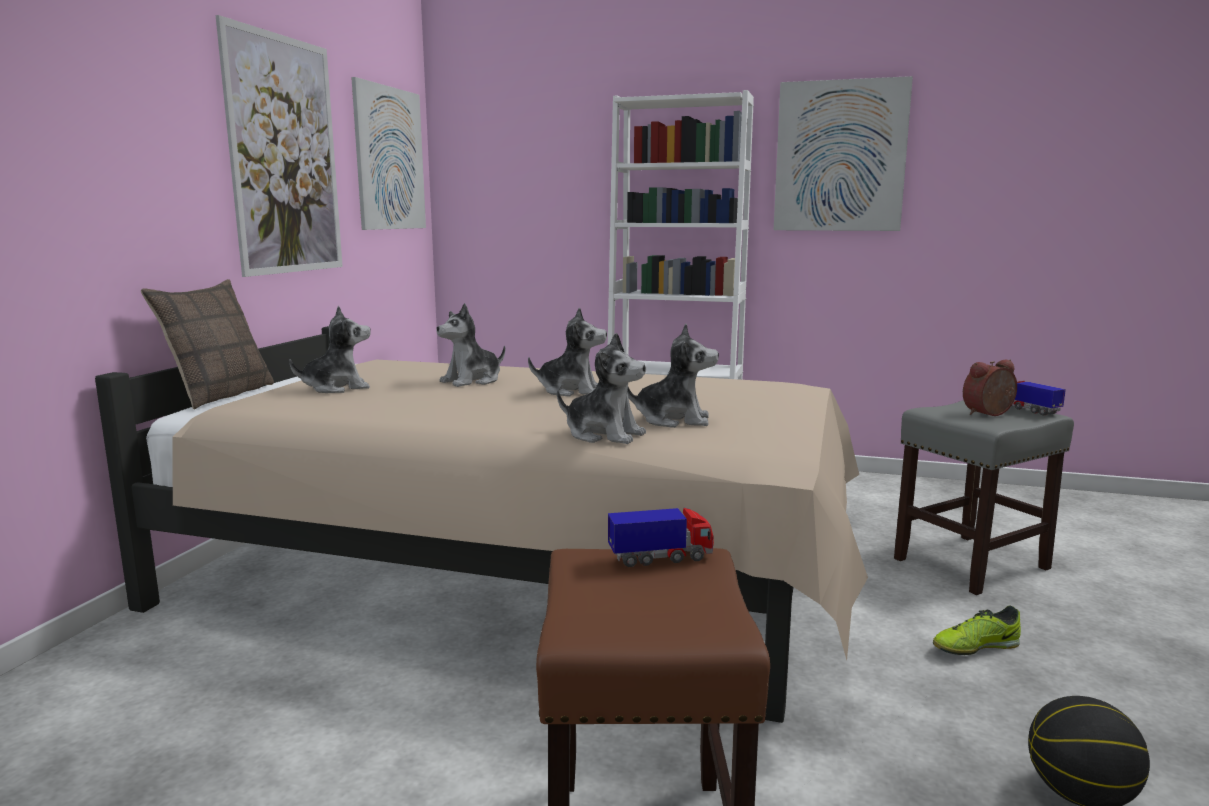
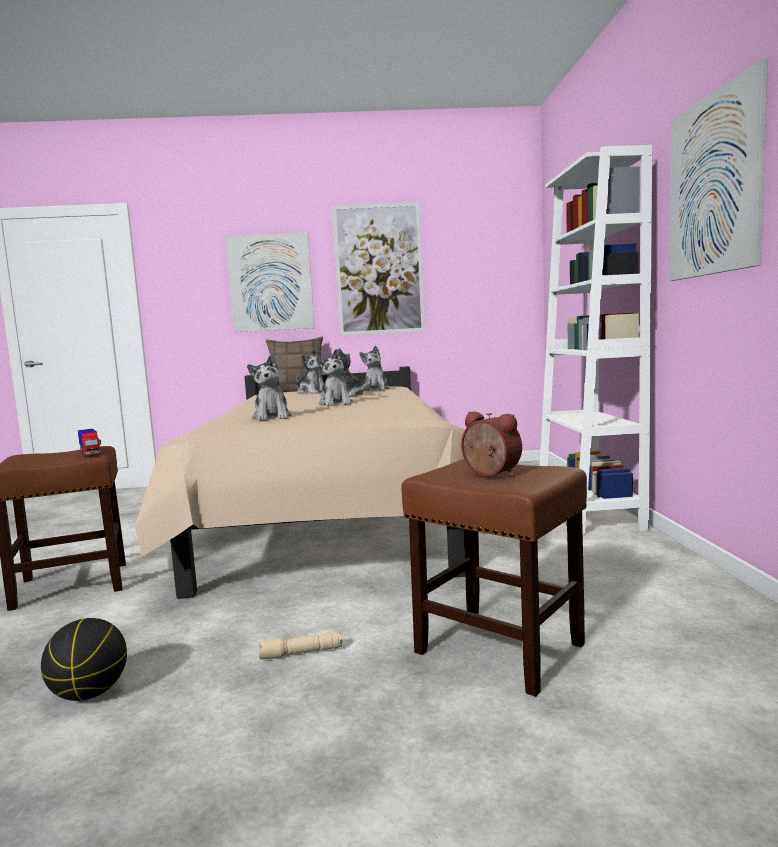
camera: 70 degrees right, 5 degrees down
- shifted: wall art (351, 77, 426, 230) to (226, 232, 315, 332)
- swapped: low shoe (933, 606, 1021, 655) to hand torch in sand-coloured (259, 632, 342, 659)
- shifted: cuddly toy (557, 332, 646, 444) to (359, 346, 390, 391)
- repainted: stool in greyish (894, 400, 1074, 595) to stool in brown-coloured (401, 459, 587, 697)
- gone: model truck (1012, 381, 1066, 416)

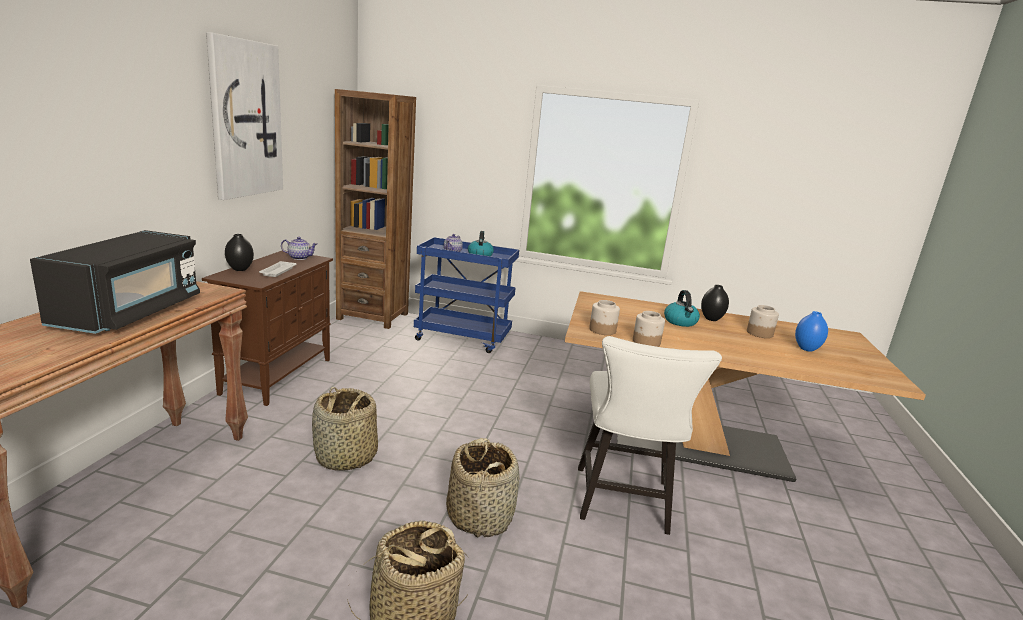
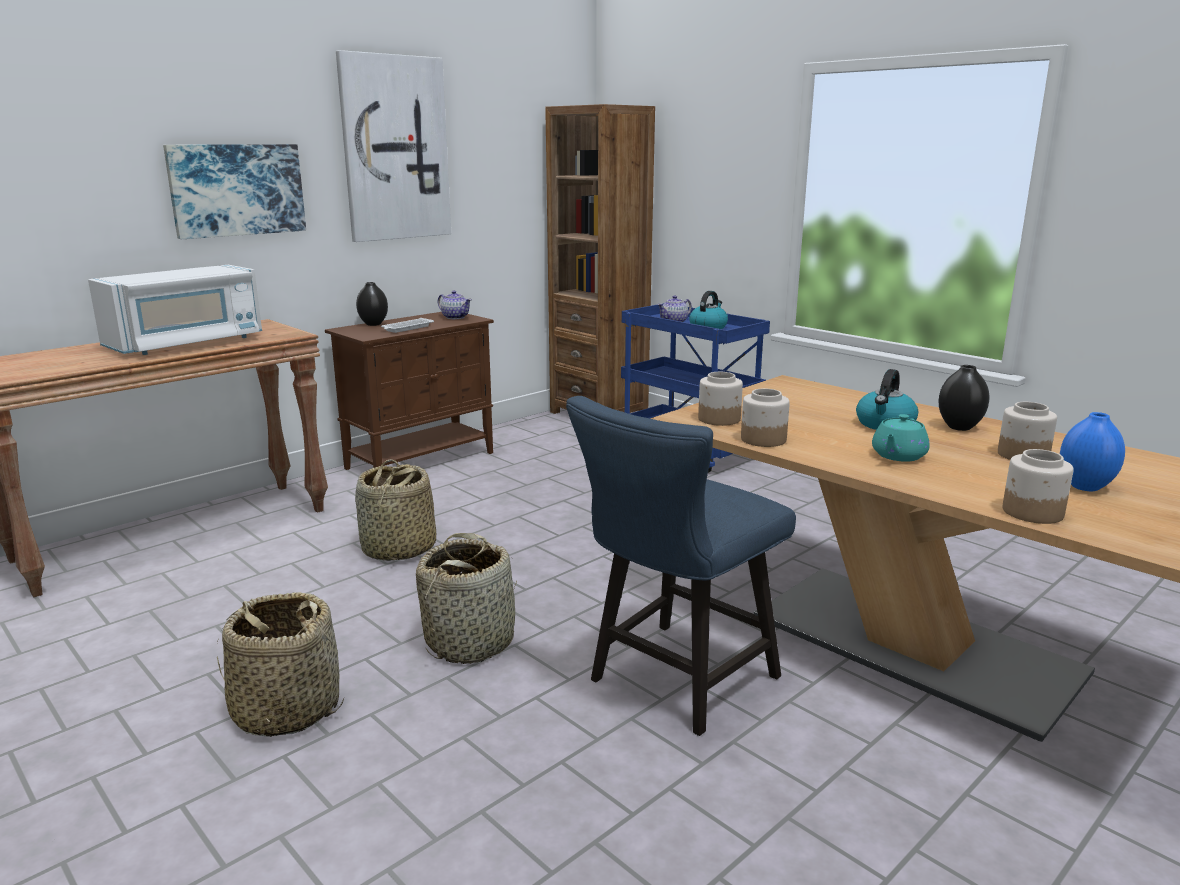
camera: 35 degrees right, 0 degrees up
- repainted: microwave in black (30, 230, 200, 334) to microwave in white-coloured (88, 265, 262, 355)
- new: wall art (163, 144, 306, 239)
- repainted: chair in white-coloured (578, 336, 722, 535) to chair in bluish (566, 396, 796, 736)
- new: teapot in turquoise-coloured (872, 414, 930, 462)
- new: jar (1003, 449, 1074, 524)

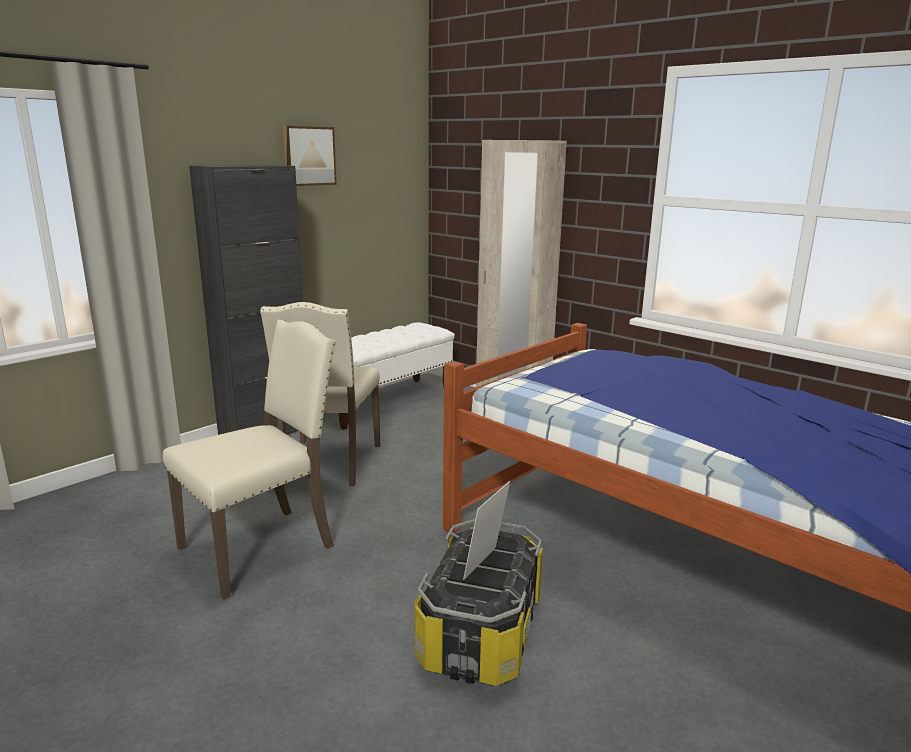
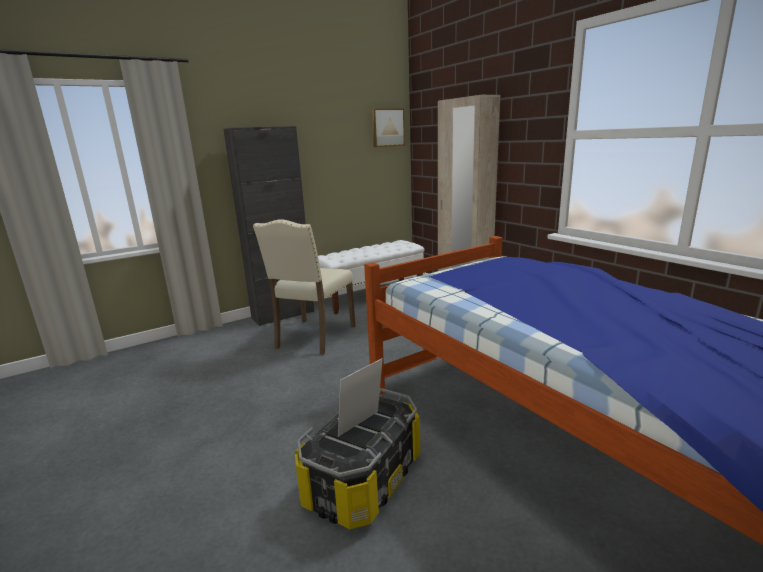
camera: 15 degrees right, 0 degrees up
- shifted: wall art (283, 126, 337, 186) to (372, 108, 405, 147)
- gone: chair in sand-coloured (163, 320, 336, 600)

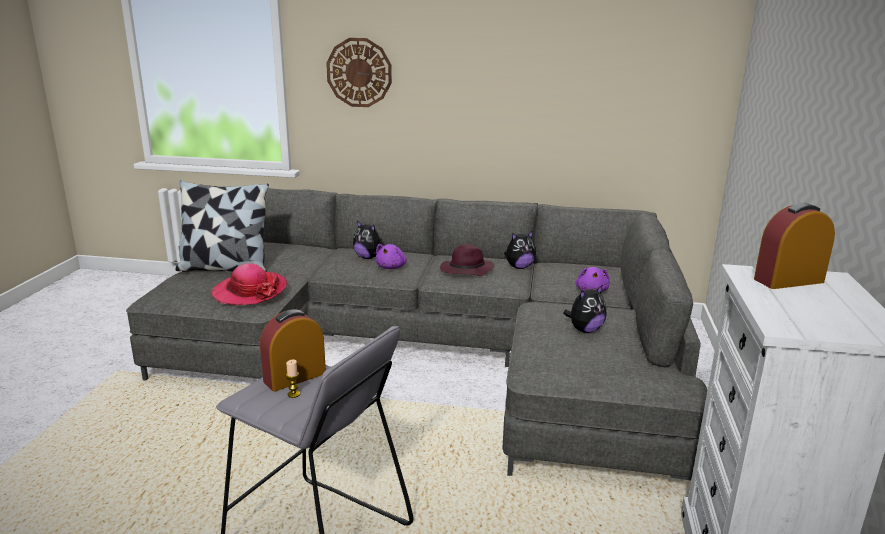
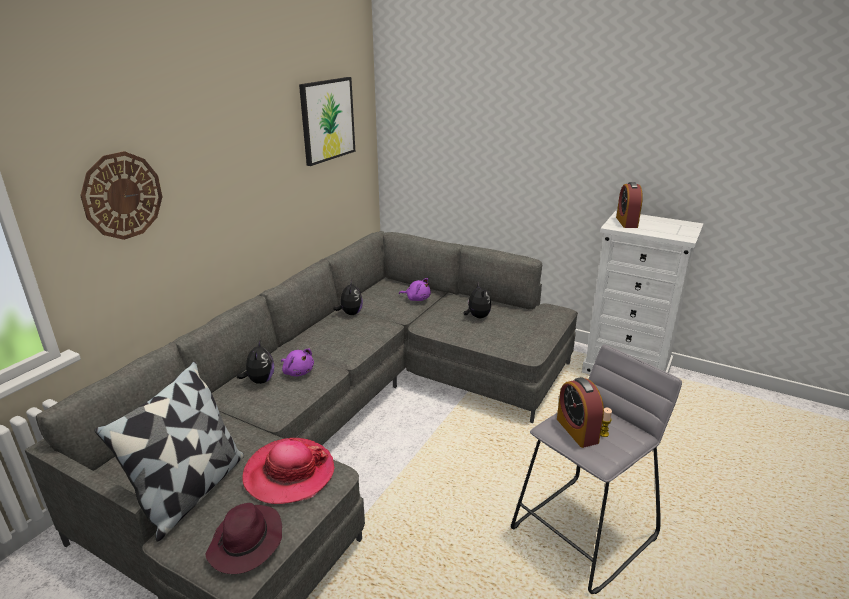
camera: 70 degrees left, 5 degrees up
- shifted: hat in purple-coloured (440, 244, 495, 276) to (206, 503, 282, 574)
- rotated: cuddly toy (353, 220, 381, 259) = (237, 340, 274, 384) 60 degrees counterclockwise
- new: wall art (299, 77, 355, 166)

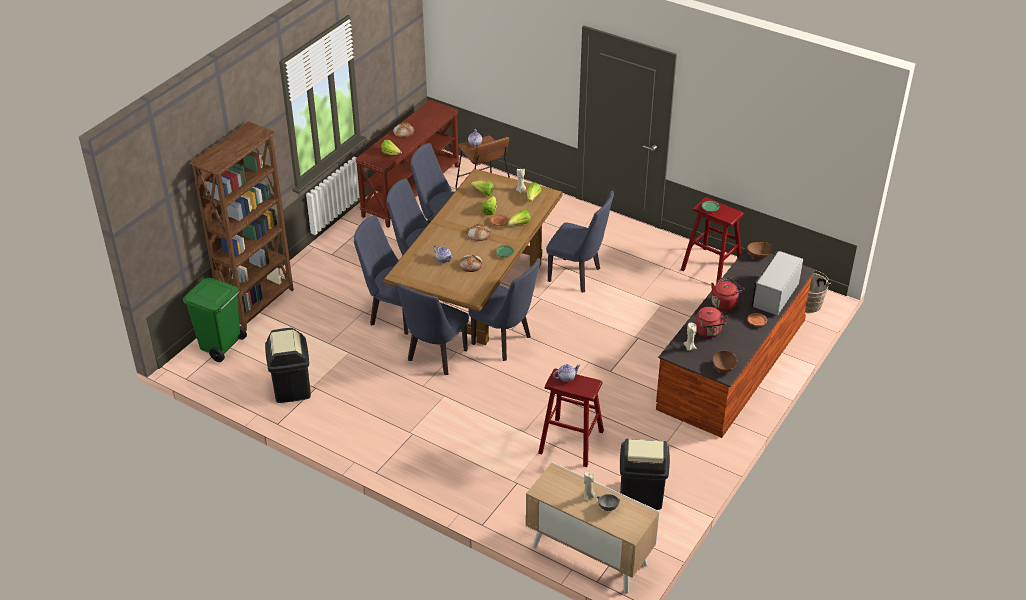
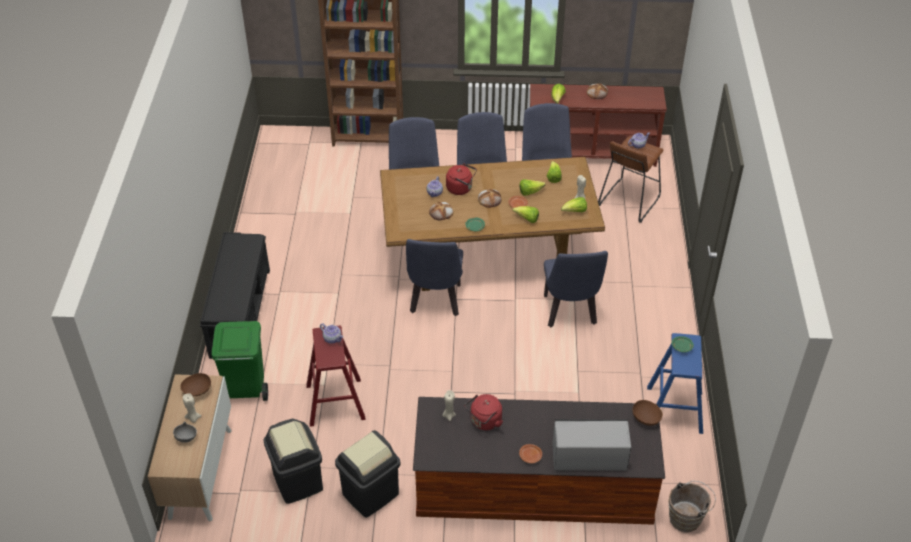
camera: 60 degrees right, 5 degrees up
- shifted: serving bowl in brown-coloured (713, 351, 737, 373) to (180, 373, 211, 396)
- new: long seat in black (200, 232, 270, 359)
- shifted: waste bin in green (183, 278, 247, 362) to (211, 321, 268, 401)
- shifted: waste bin in black (265, 328, 311, 403) to (335, 430, 400, 517)
- shifted: tea kettle in reddish (711, 277, 745, 311) to (446, 163, 477, 195)
- repainted: stool in reddish (681, 197, 744, 284) to stool in bluish (647, 333, 703, 434)
- gone: chair in bluish (397, 283, 469, 375)

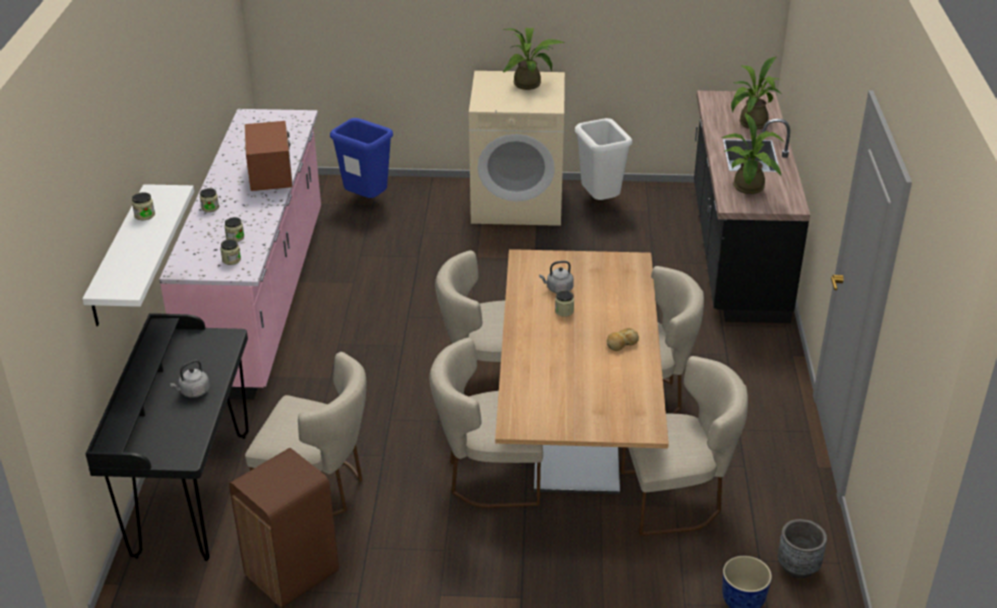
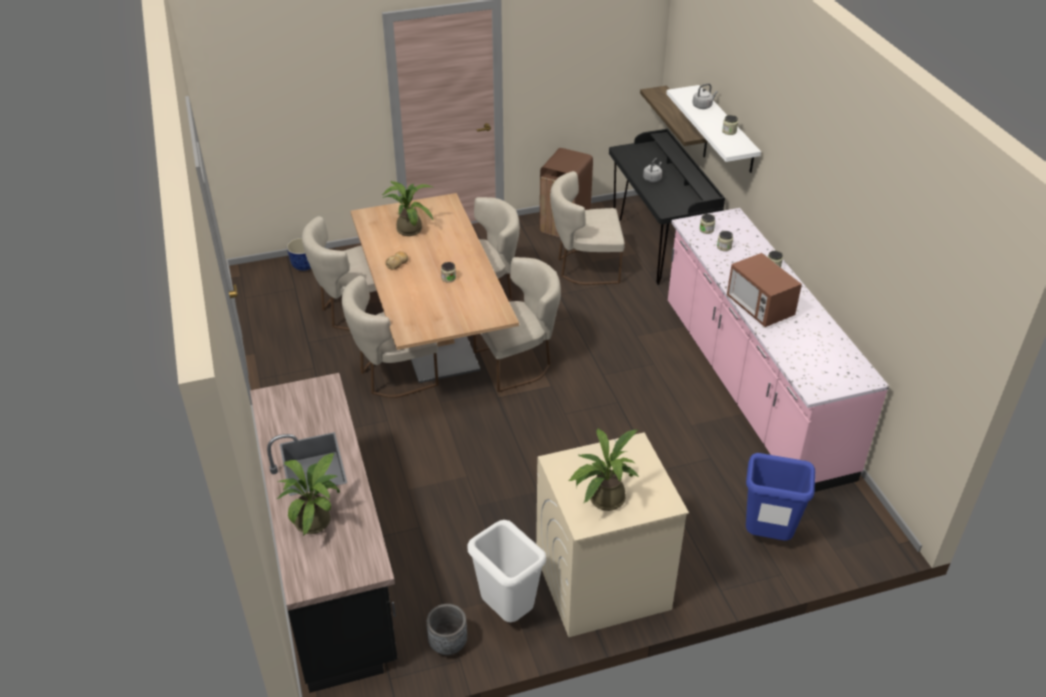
camera: 160 degrees right, 5 degrees up
- shifted: houseplant (721, 113, 785, 194) to (382, 181, 433, 236)
- shifted: flower pot in greyish (778, 519, 827, 578) to (427, 604, 467, 656)
- new: bracket shelf (640, 86, 708, 158)
- shifted: tea kettle in greyish (539, 261, 574, 293) to (692, 83, 718, 109)

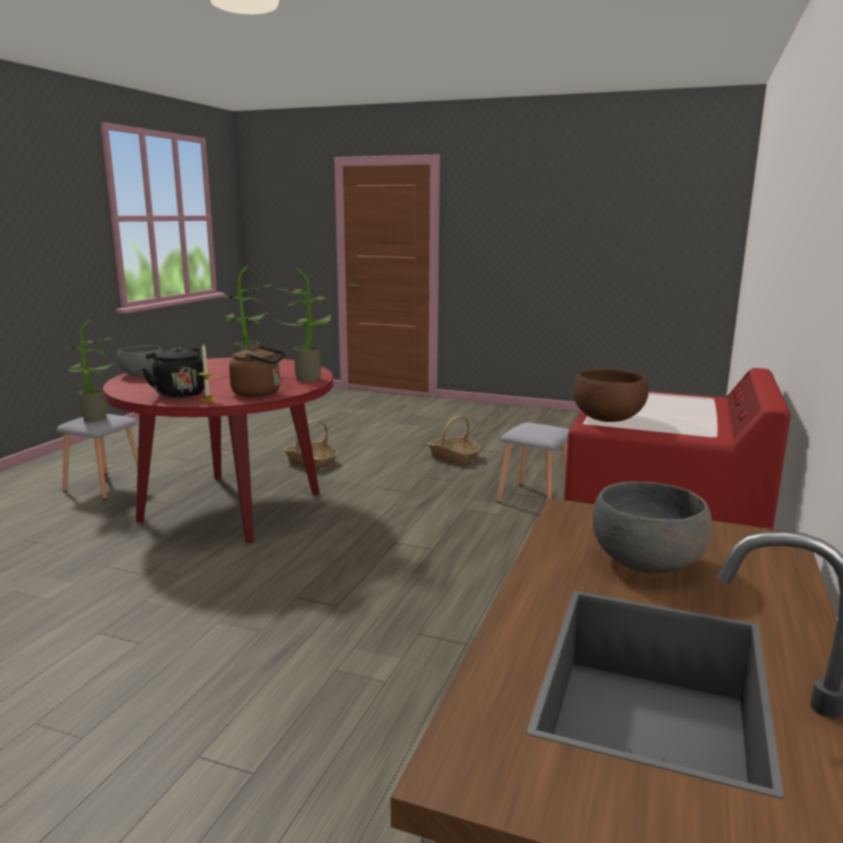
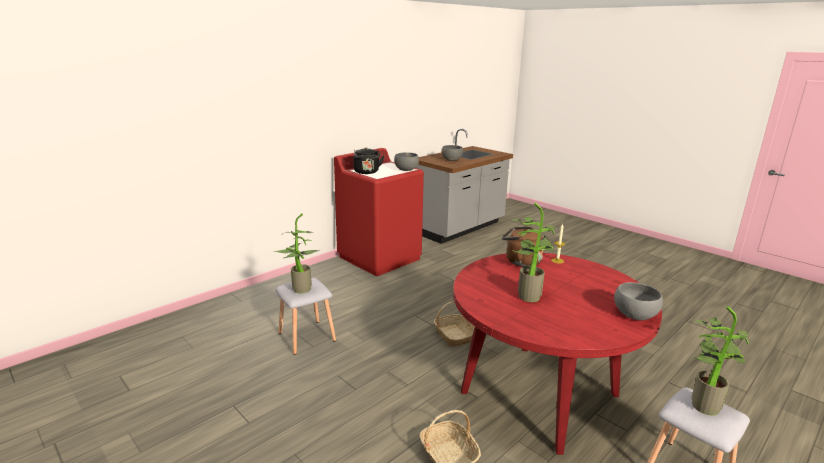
camera: 155 degrees left, 5 degrees up
- shifted: houseplant (276, 269, 331, 382) to (274, 214, 320, 293)
- shifted: tea kettle in black (142, 347, 205, 398) to (353, 148, 384, 174)
- repainted: serving bowl in brown-coloured (573, 369, 649, 422) to serving bowl in greyish (394, 152, 419, 171)
- shifted: household basket (428, 416, 481, 464) to (434, 301, 475, 347)

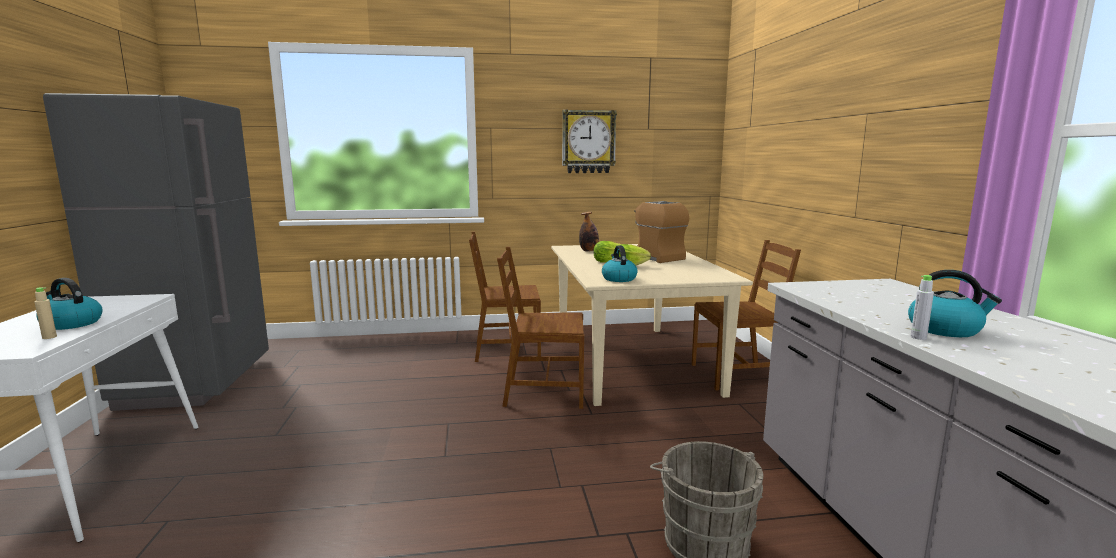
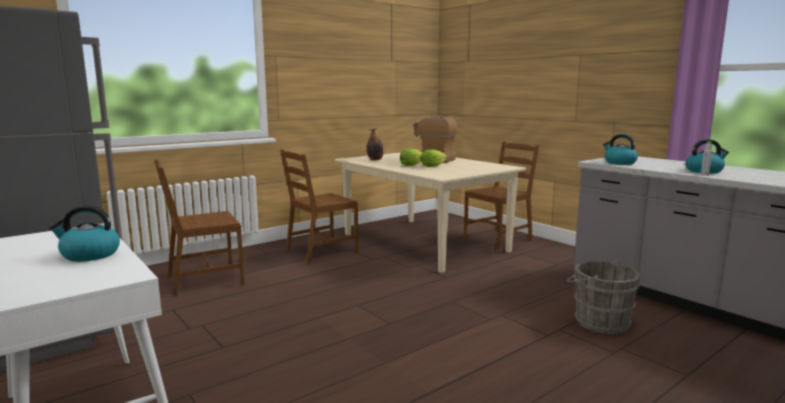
camera: 30 degrees left, 0 degrees up
- shifted: chair in brown-coloured (497, 247, 584, 409) to (154, 160, 244, 297)
- shifted: tea kettle (602, 245, 638, 282) to (603, 134, 638, 165)
- gone: beverage bottle in sand-coloured (34, 287, 57, 339)
- gone: wall clock (562, 110, 617, 173)

